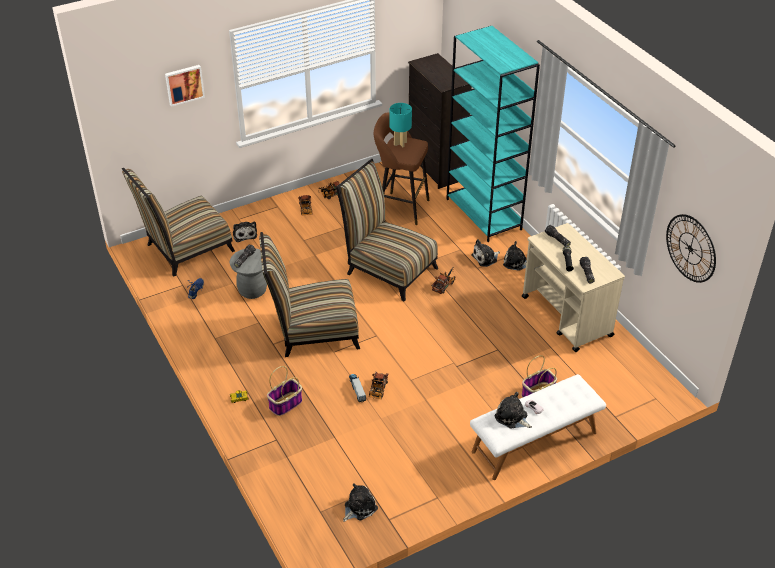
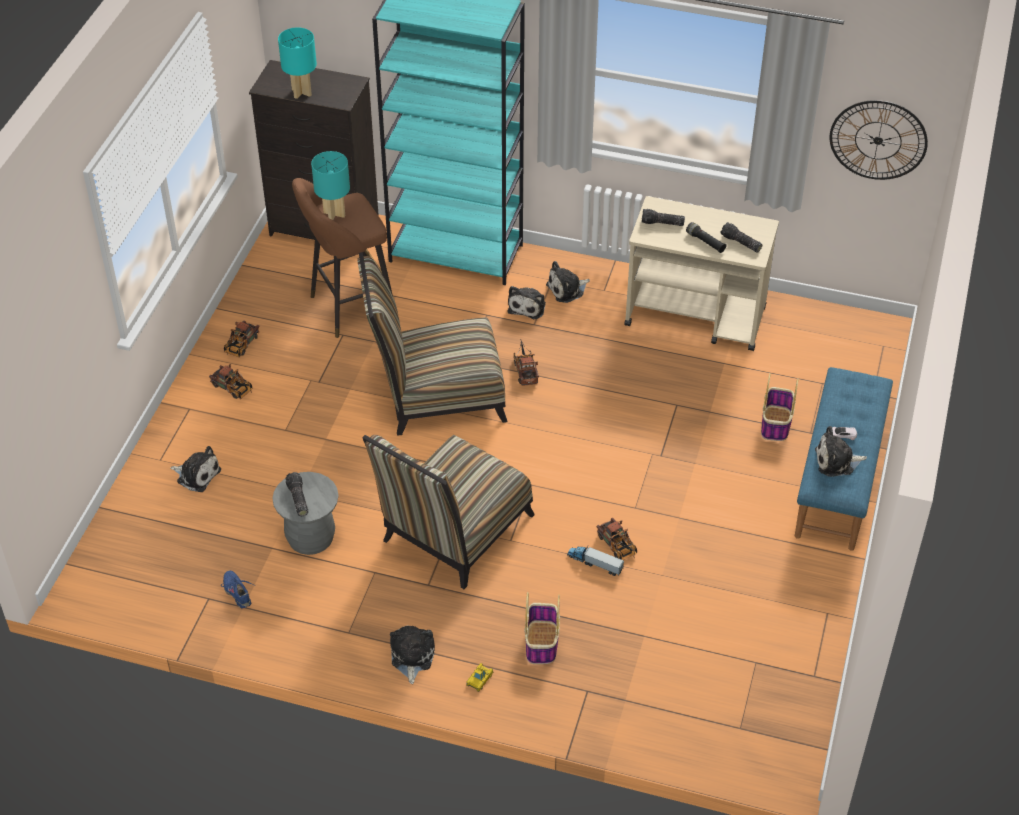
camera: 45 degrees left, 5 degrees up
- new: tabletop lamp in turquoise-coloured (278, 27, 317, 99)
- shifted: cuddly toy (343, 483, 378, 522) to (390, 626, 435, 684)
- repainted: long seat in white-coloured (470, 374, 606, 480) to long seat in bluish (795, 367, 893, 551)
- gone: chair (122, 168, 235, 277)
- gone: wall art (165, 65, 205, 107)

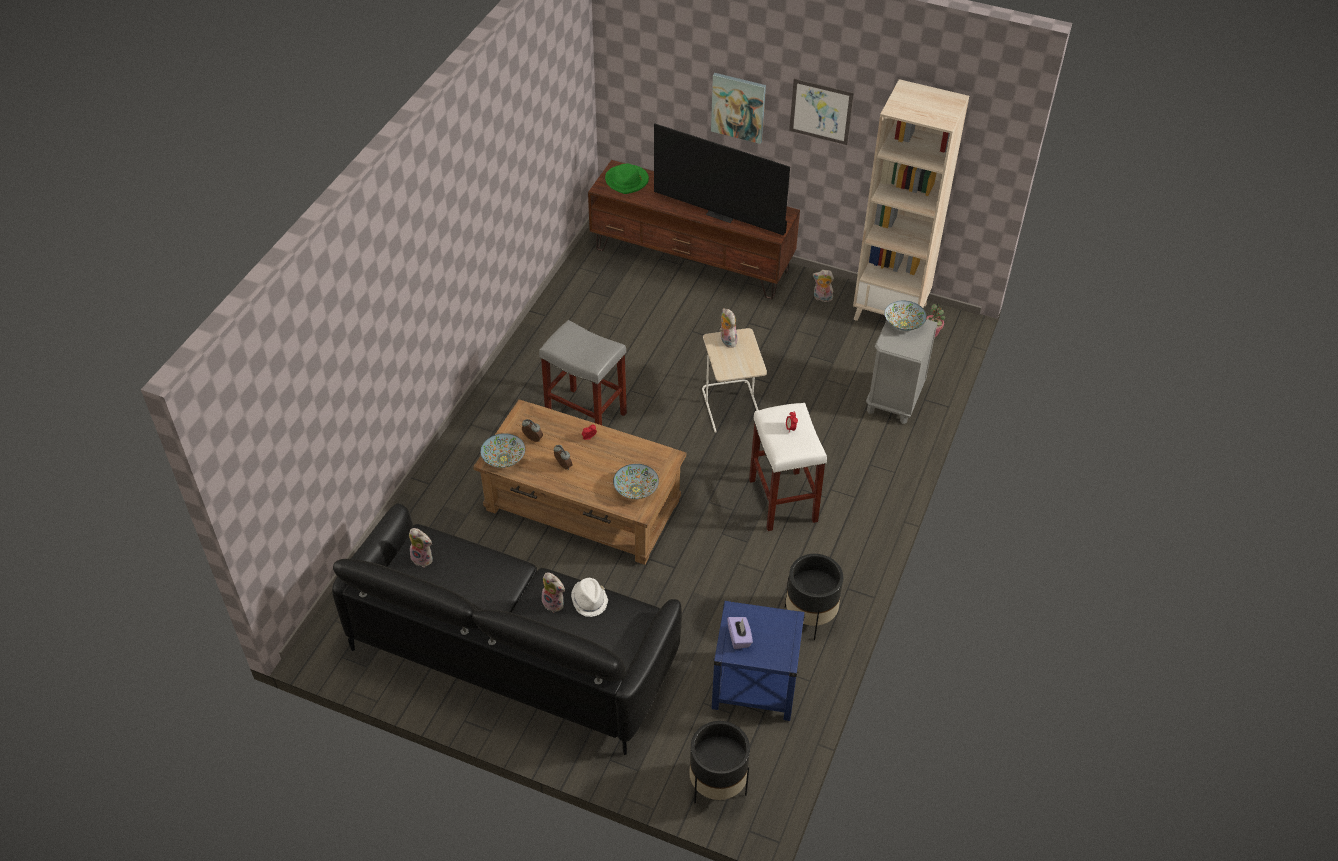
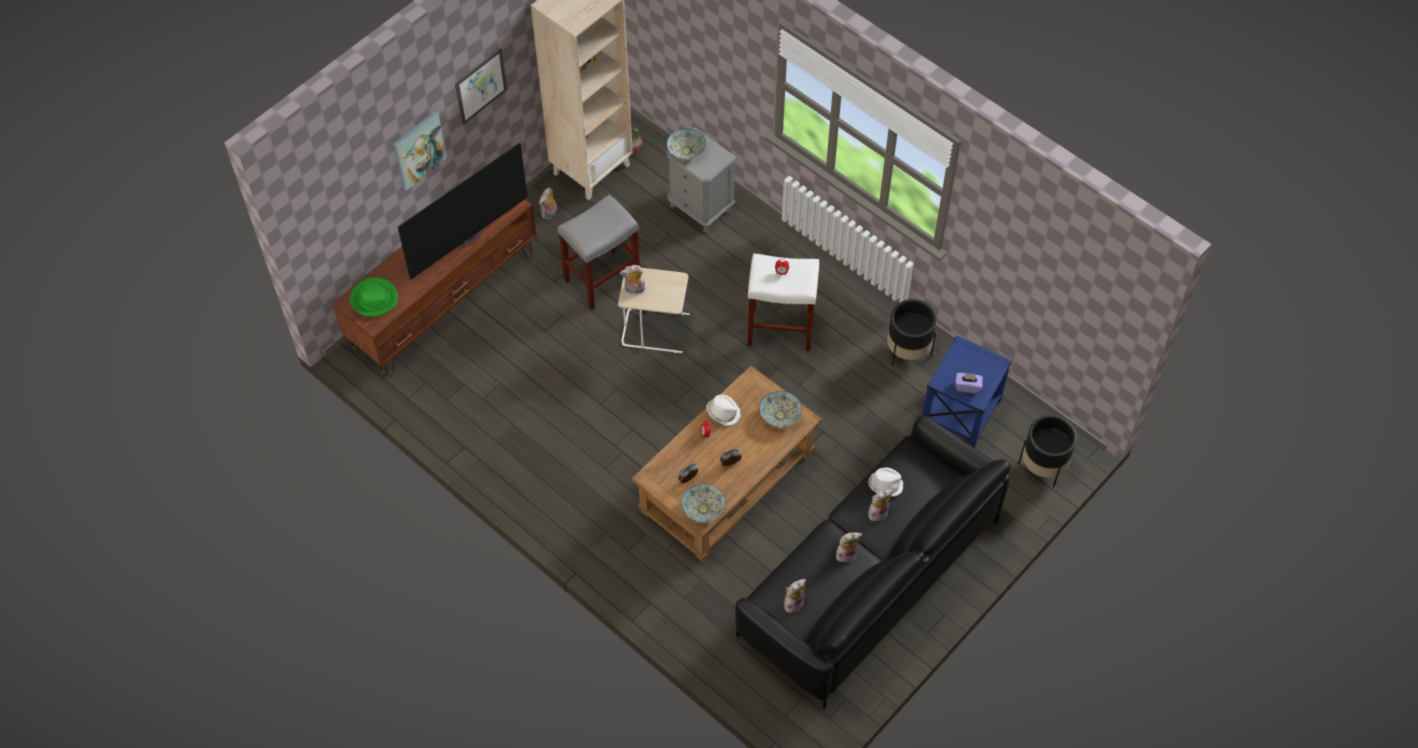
camera: 70 degrees left, 10 degrees up
- shifted: stool in greyish (539, 320, 627, 425) to (557, 194, 640, 310)
- new: hat in white-coloured (706, 394, 741, 426)
- new: cuddly toy (836, 532, 862, 562)

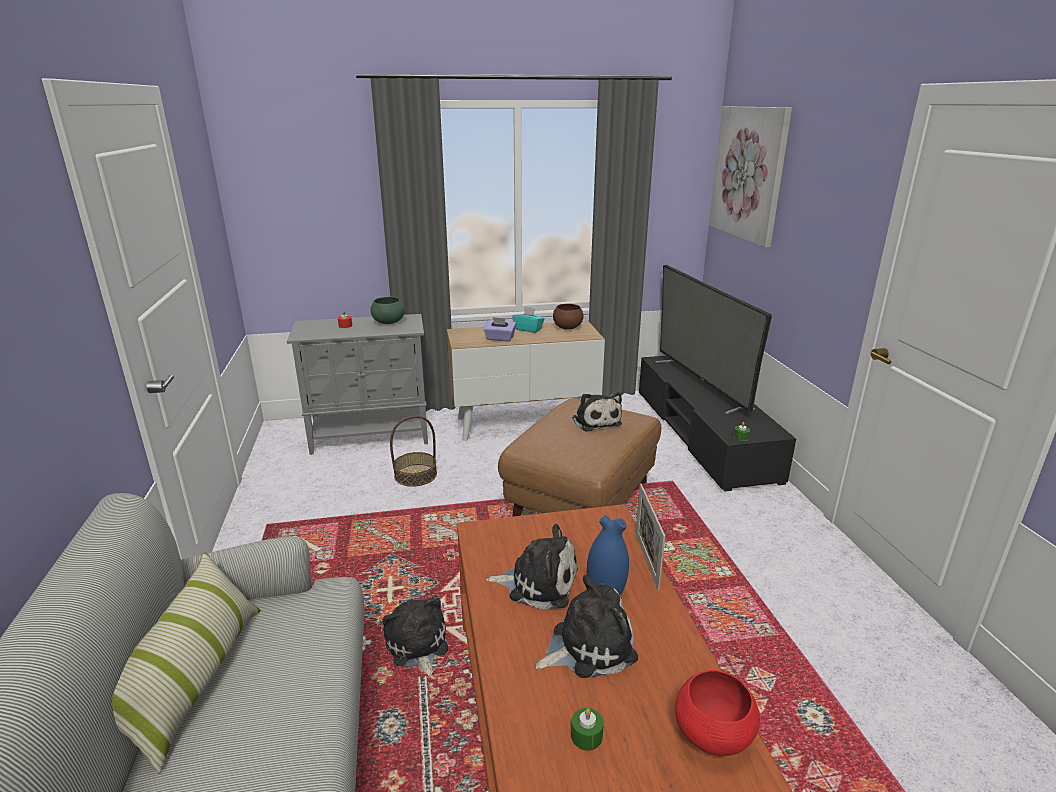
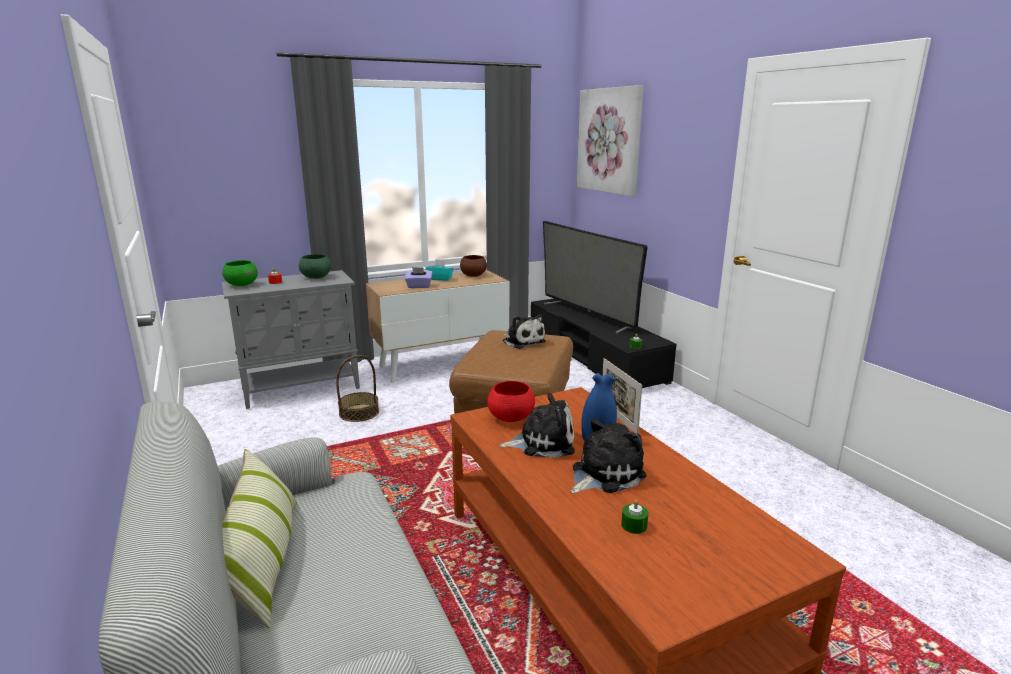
camera: 15 degrees left, 5 degrees down
- new: serving bowl in green (222, 260, 258, 286)
- shifted: serving bowl in reddish (675, 670, 760, 756) to (487, 381, 535, 422)
- gone: cuddly toy (382, 596, 448, 677)

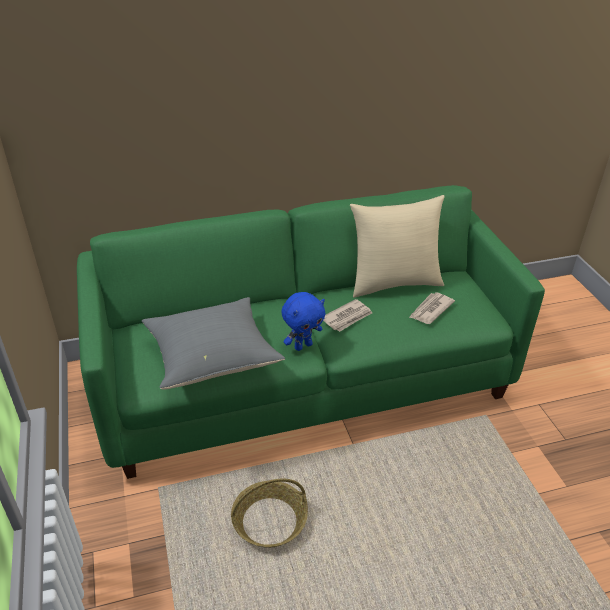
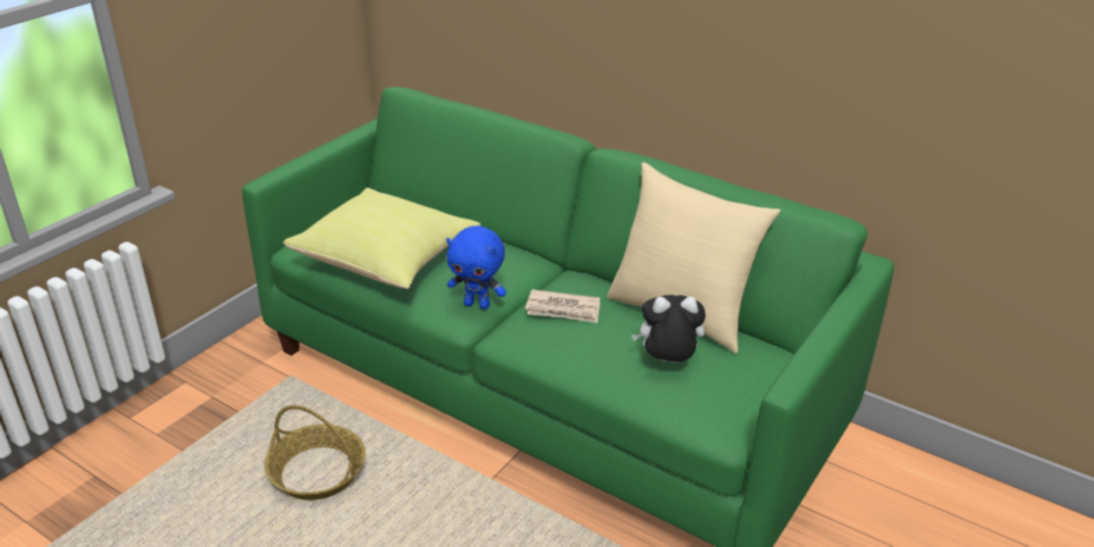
camera: 50 degrees right, 5 degrees down
- repainted: pillow in greyish (141, 297, 285, 390) to pillow in yellow (283, 188, 481, 289)
- swapped: newspaper (409, 292, 455, 324) to cuddly toy (631, 295, 706, 363)

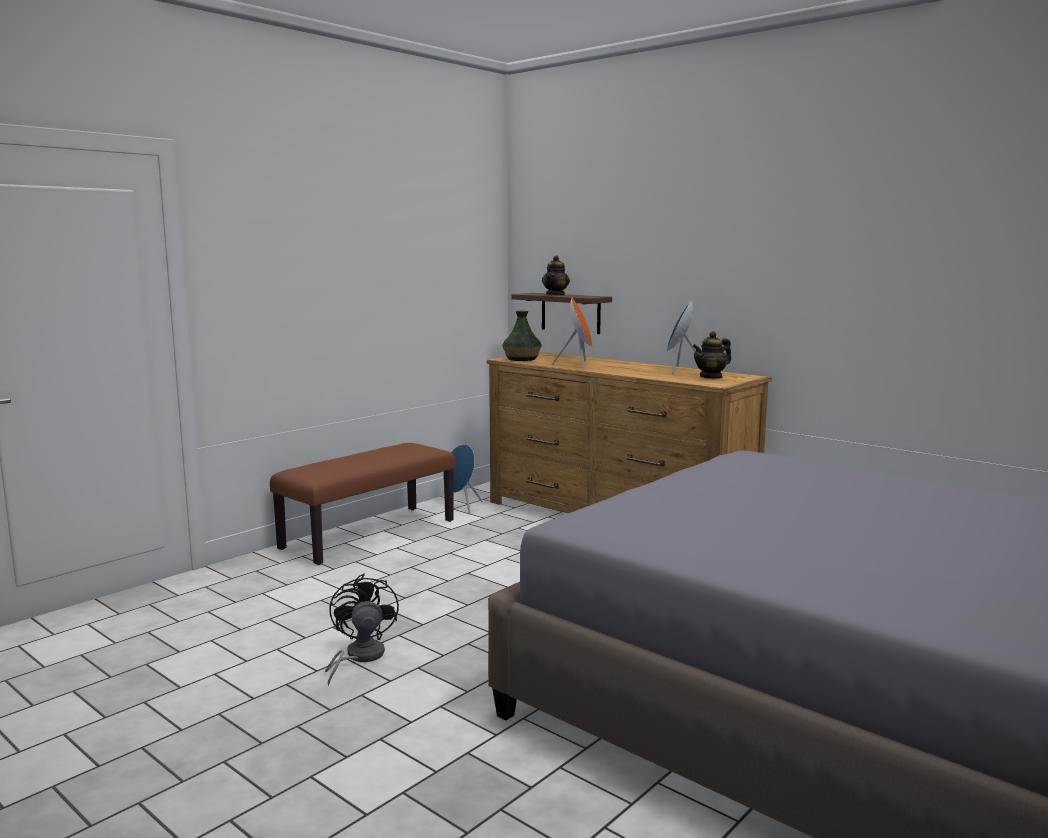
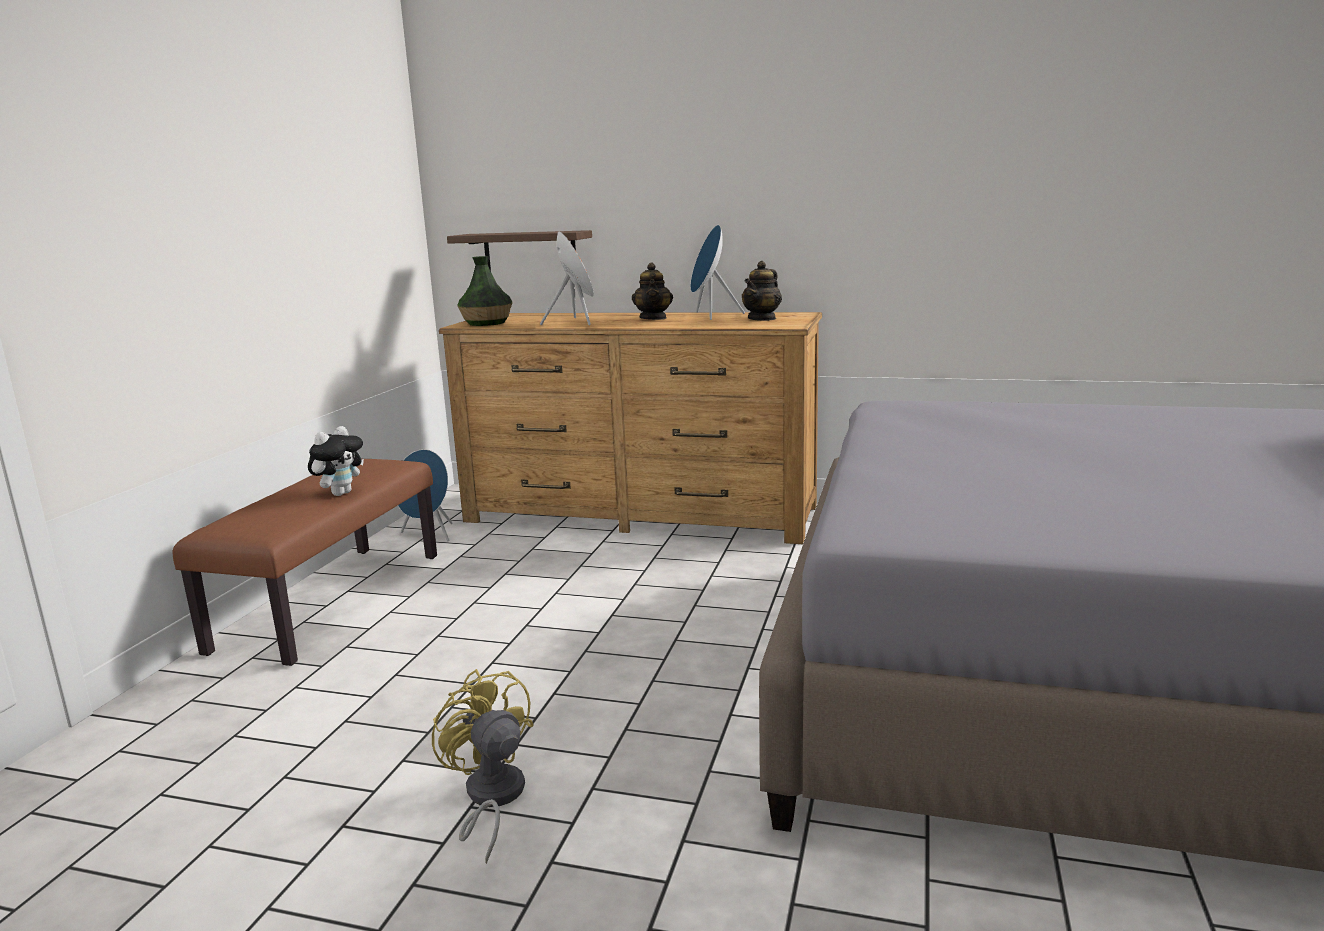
camera: 25 degrees left, 5 degrees up
- new: cuddly toy (308, 426, 364, 496)
- repainted: cooling fan in black (325, 574, 399, 686) to cooling fan in yellow (432, 669, 534, 864)
- shifted: teapot (542, 255, 570, 296) to (632, 263, 673, 320)

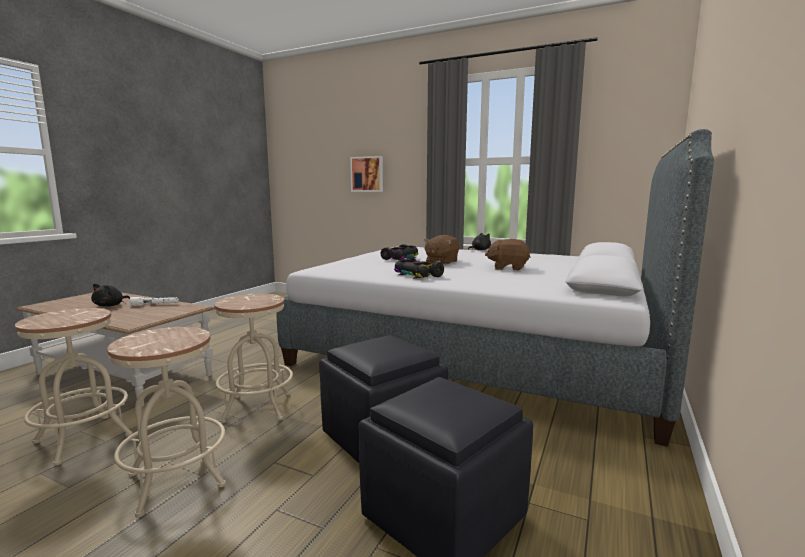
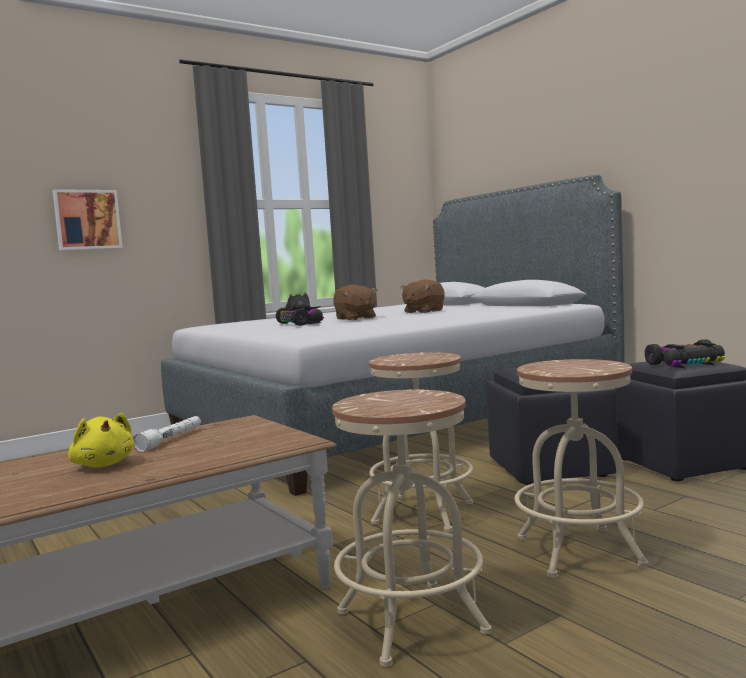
camera: 60 degrees left, 5 degrees down
- repainted: cuddly toy in black (91, 284, 130, 307) to cuddly toy in yellow (68, 413, 134, 467)
- shifted: toy car (394, 257, 444, 279) to (645, 339, 725, 369)

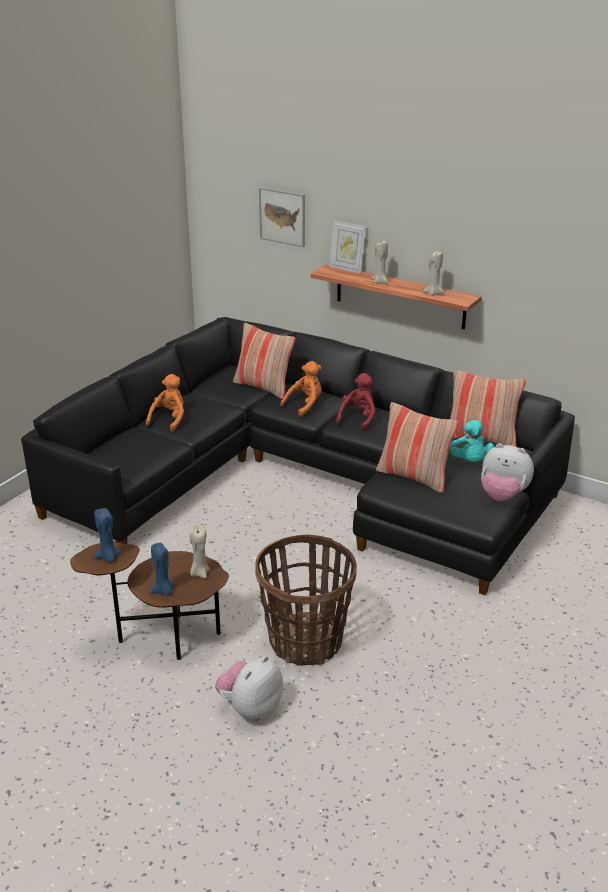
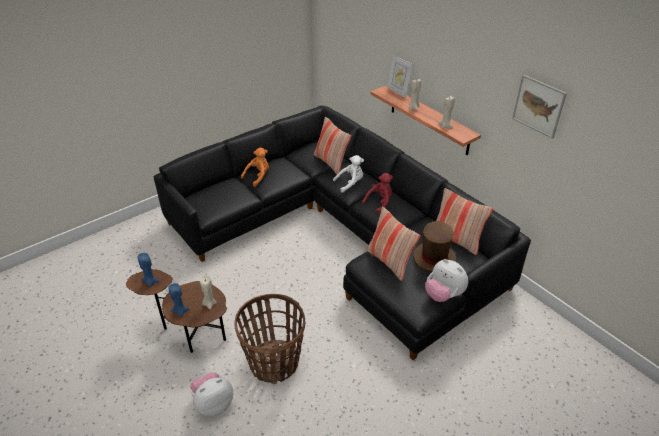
camera: 20 degrees right, 10 degrees up
- repainted: cuddly toy in orangey (280, 361, 322, 417) to cuddly toy in white-coloured (333, 155, 364, 193)
- swapped: cuddly toy in turquoise-coloured (449, 420, 494, 462) to hat in brown-coloured (413, 221, 456, 272)
- shifted: wall art (259, 187, 305, 247) to (512, 75, 567, 139)

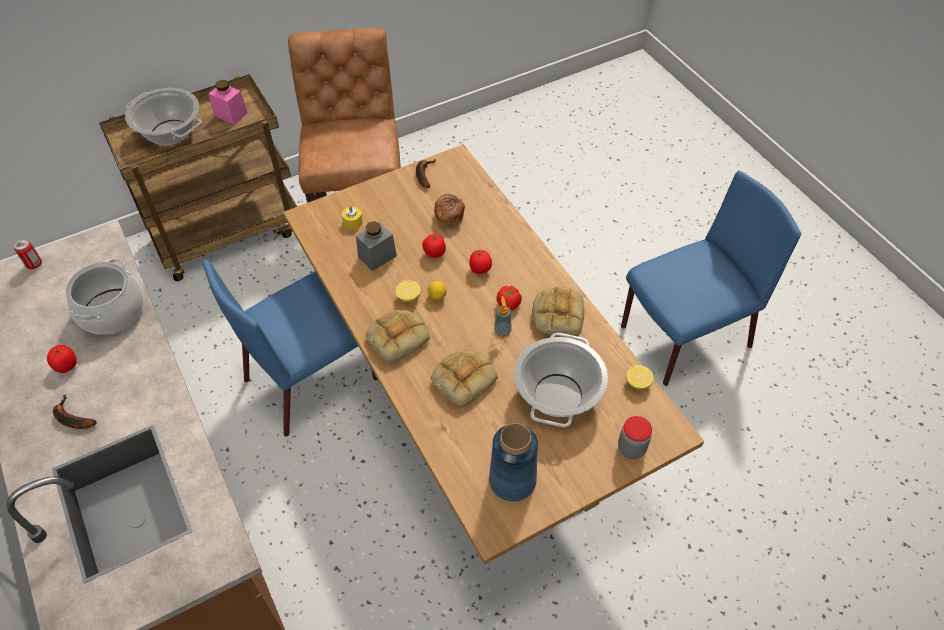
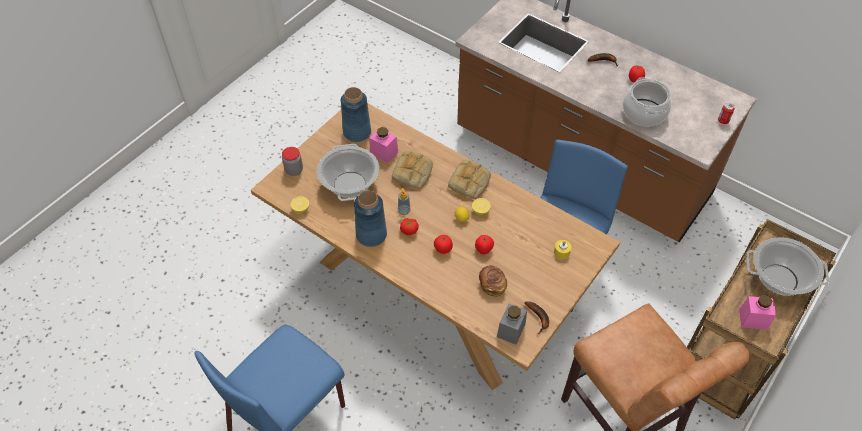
camera: 155 degrees right, 0 degrees up
- swapped: bread (532, 286, 584, 337) to flower vase in bluish (354, 190, 387, 247)
- new: jar in pink (370, 127, 398, 163)
- shifted: jar in greyish (356, 221, 397, 271) to (497, 303, 527, 345)

